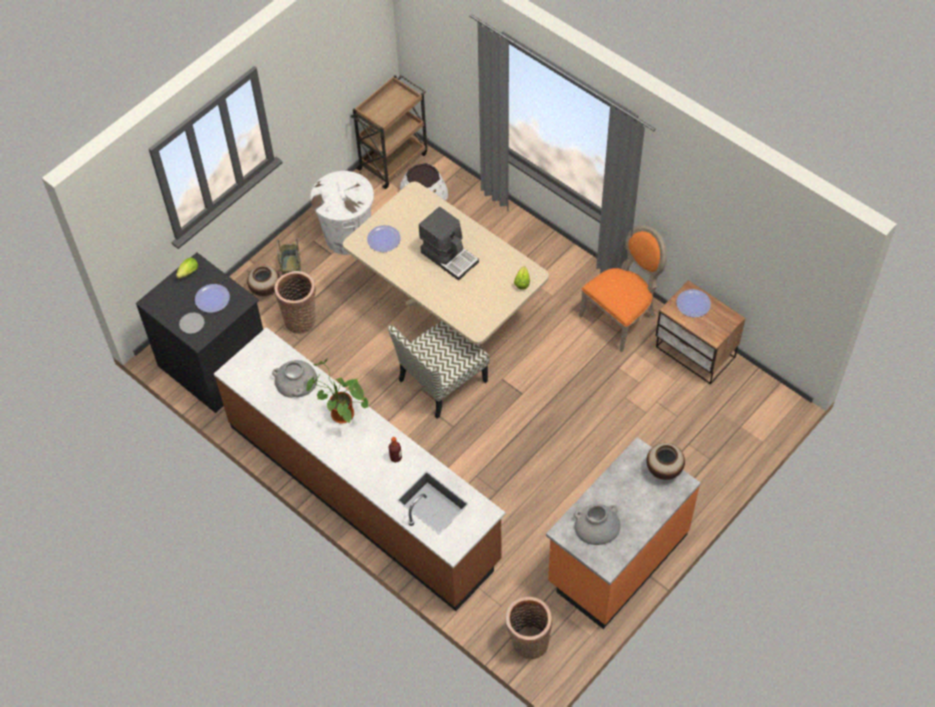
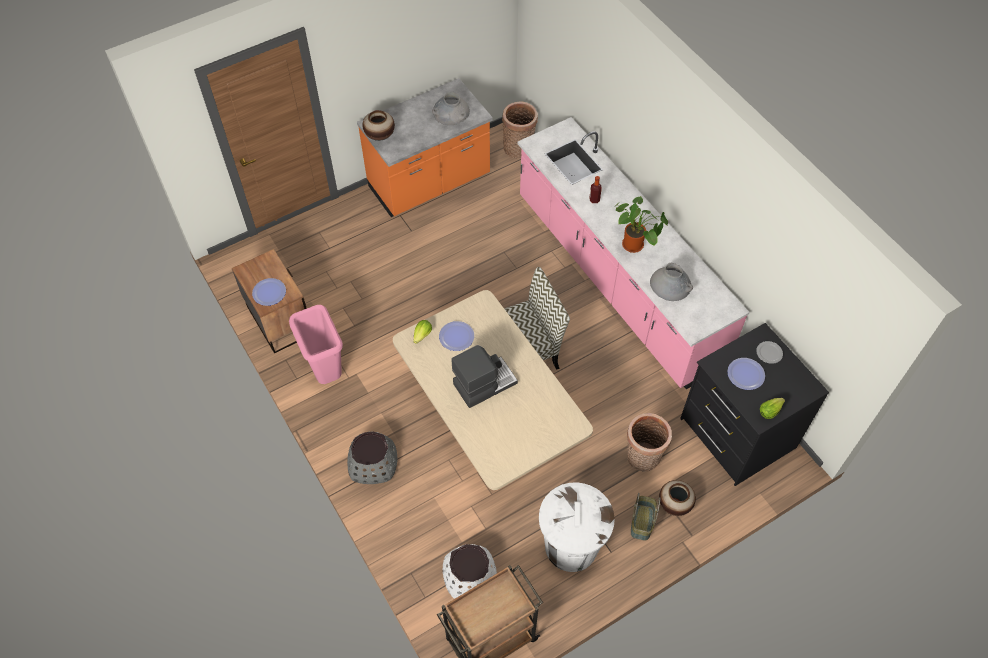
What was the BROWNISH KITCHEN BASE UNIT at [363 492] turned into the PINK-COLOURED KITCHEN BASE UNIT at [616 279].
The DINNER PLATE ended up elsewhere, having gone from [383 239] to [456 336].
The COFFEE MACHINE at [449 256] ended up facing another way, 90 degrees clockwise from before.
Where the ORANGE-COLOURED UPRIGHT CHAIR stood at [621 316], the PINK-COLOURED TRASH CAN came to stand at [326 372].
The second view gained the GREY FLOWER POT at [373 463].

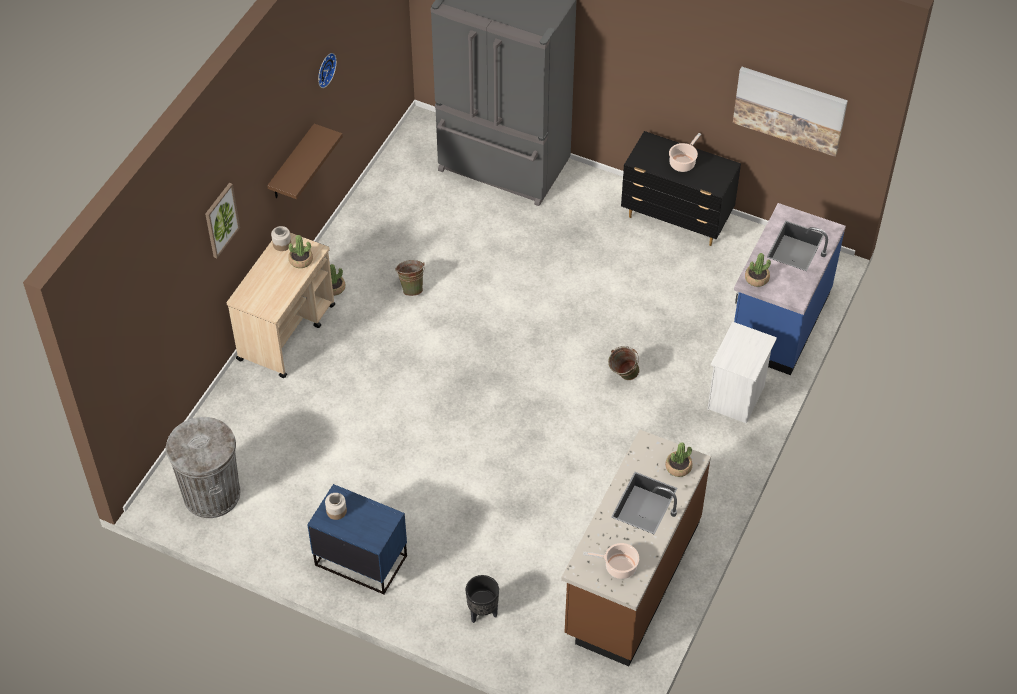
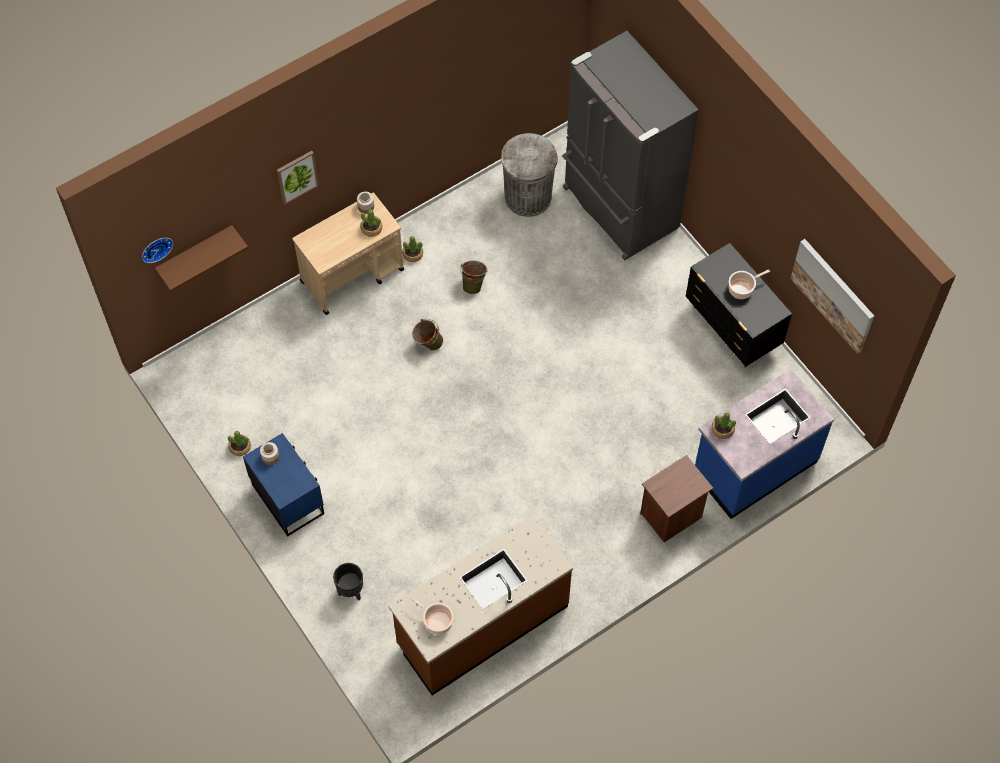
The GREY TRASH CAN ended up elsewhere, having gone from [212 494] to [528 197].
The BROWNISH SHELF ended up elsewhere, having gone from [292 163] to [195 253].
The WALL CLOCK ended up elsewhere, having gone from [324 69] to [156 248].
The GREEN-COLOURED WATER BUCKET ended up elsewhere, having gone from [623 377] to [427 344].
The POTTED PLANT ended up elsewhere, having gone from [678 467] to [240 447].
What was the WHITE NIGHTSTAND at [737 398] turned into the BROWNISH NIGHTSTAND at [672 516].

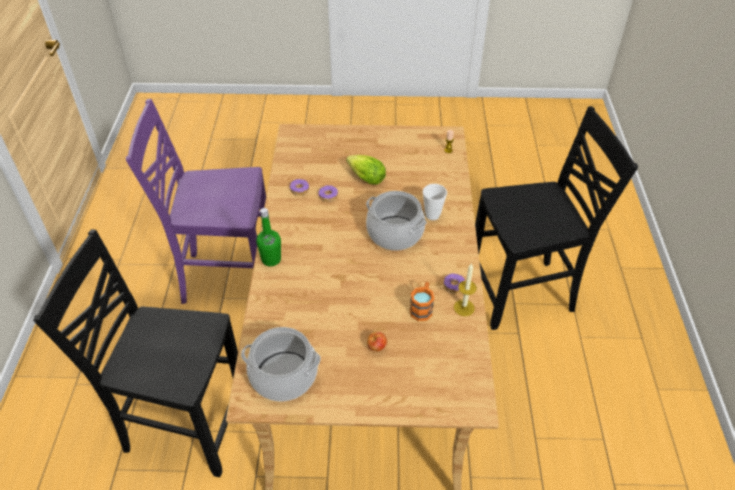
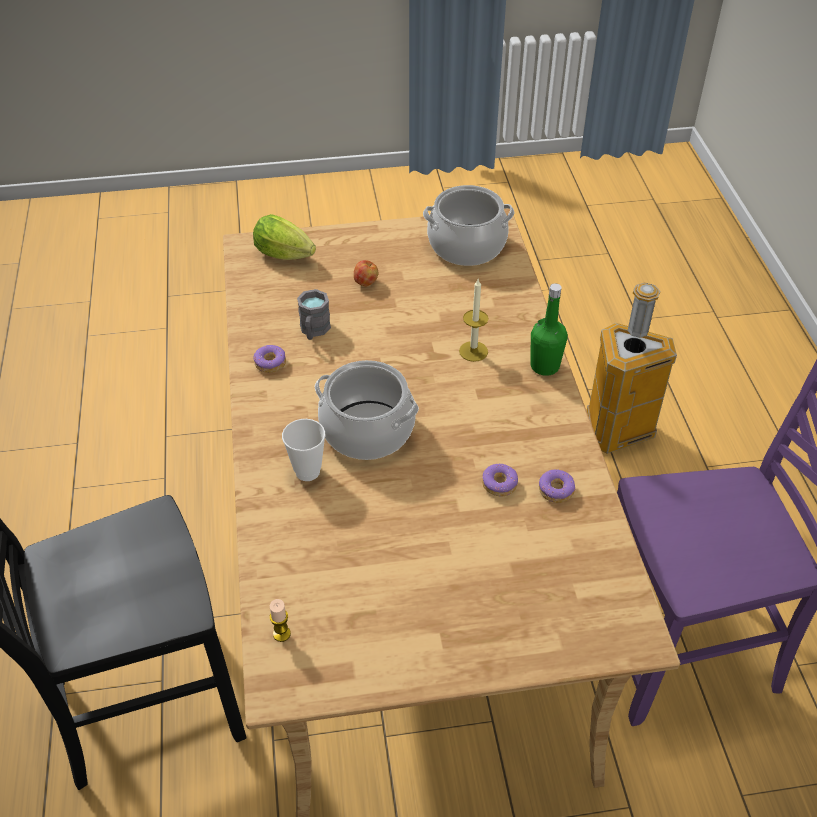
Where the BLACK-COLOURED UPRIGHT CHAIR stood at [184 424], the TRASH CAN came to stand at [618 431].
The HEAD OF LETTUCE ended up elsewhere, having gone from [364 178] to [287 256].
What was the ORANGE-COLOURED TEA MUG at [422 308] turned into the GREY TEA MUG at [314 331].
The CANDLE ended up elsewhere, having gone from [464 308] to [473 351].

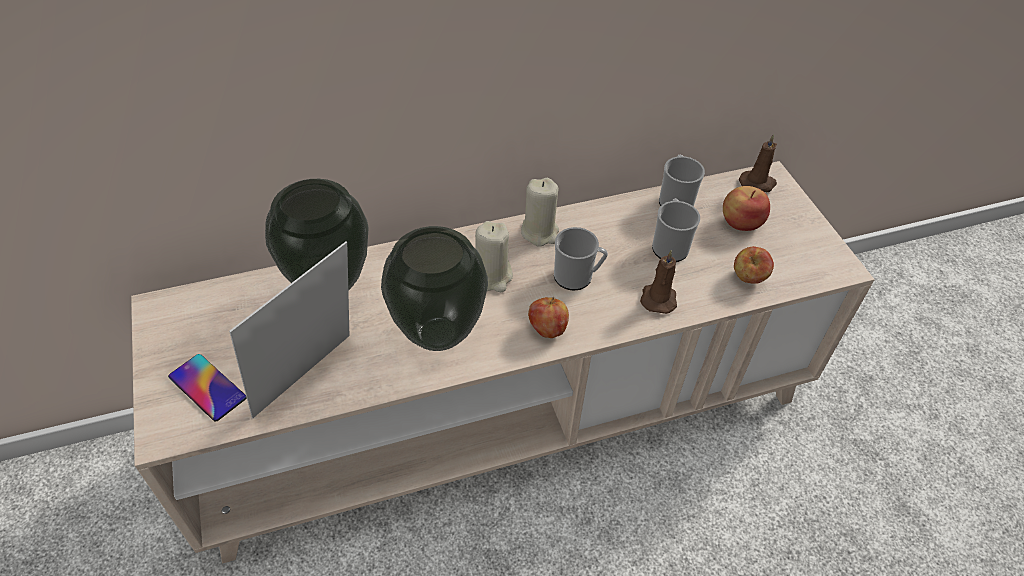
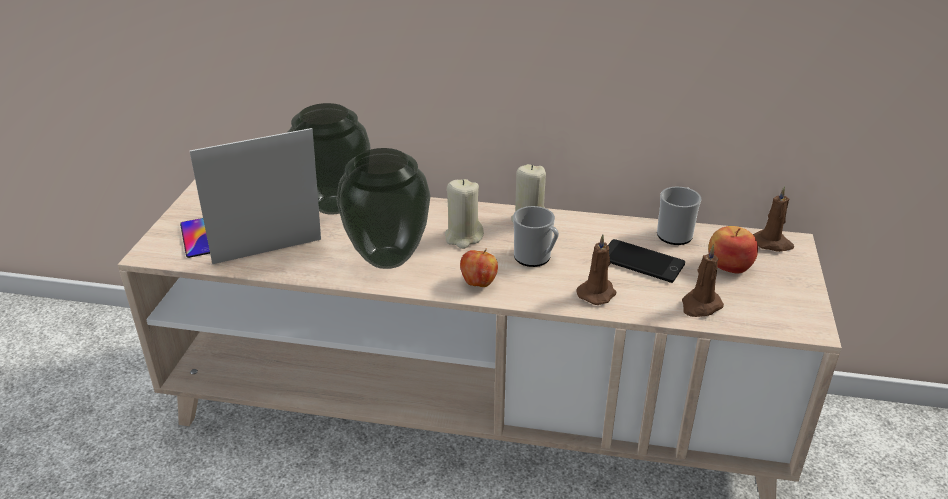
Where the TEA MUG stood at [669 245], the TELEPHONE came to stand at [641 262].
Where the APPLE stood at [748 278], the BROWNISH CANDLE came to stand at [700 306].

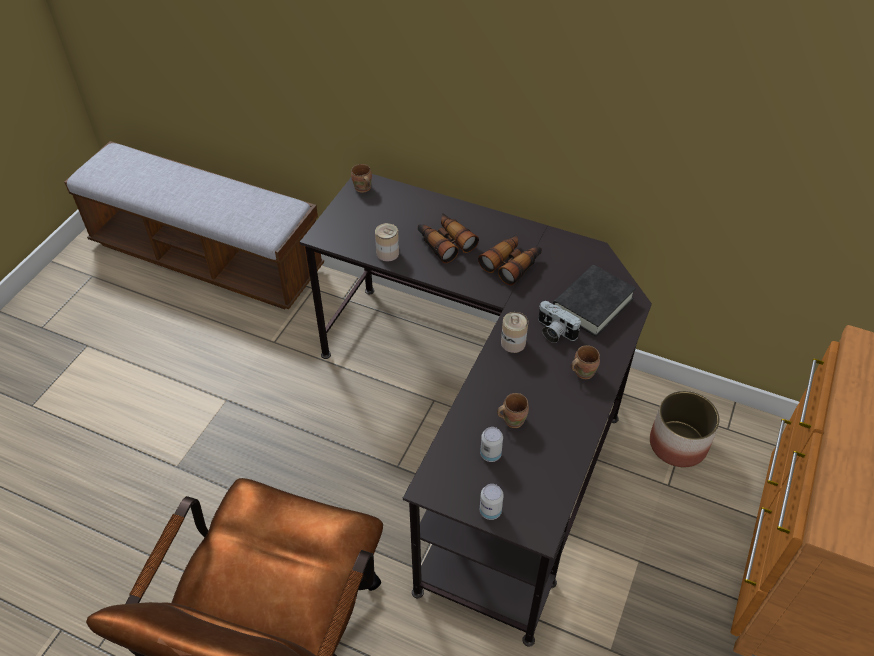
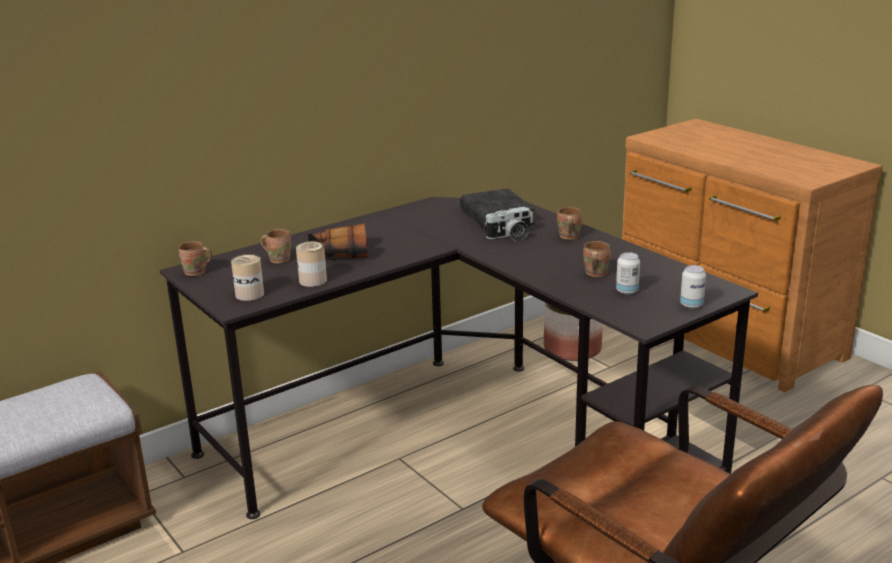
The second view lost the PAIR OF BINOCULARS at [512 263].
The SEALED CAN ended up elsewhere, having gone from [513 343] to [249 294].
The second view gained the BROWNISH TEA MUG at [279 259].

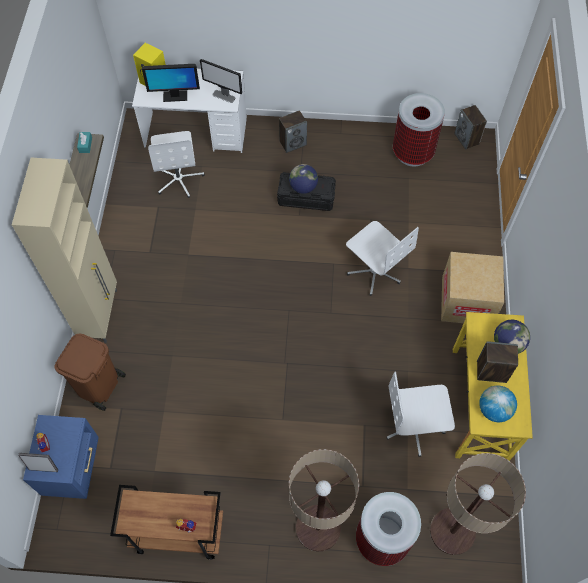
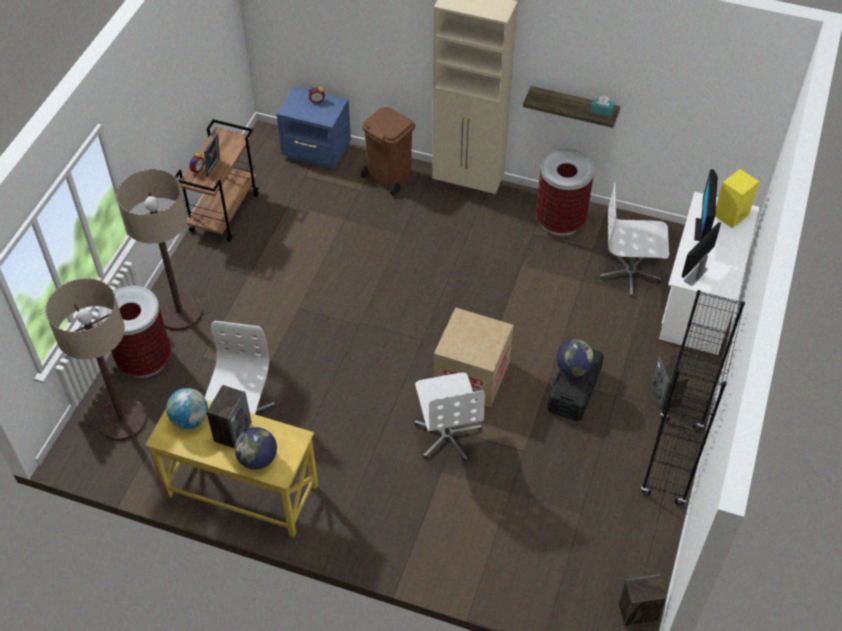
The STANDING FRAME ended up elsewhere, having gone from [44 468] to [214 168].
The WHITE DESK CHAIR at [374 271] ended up facing another way, 75 degrees counterclockwise from before.
The TRASH CAN ended up elsewhere, having gone from [412 152] to [560 221].
The CARTON ended up elsewhere, having gone from [466 301] to [471 375].
The second view gained the BLACK-COLOURED BOOKSHELF at [671 461].

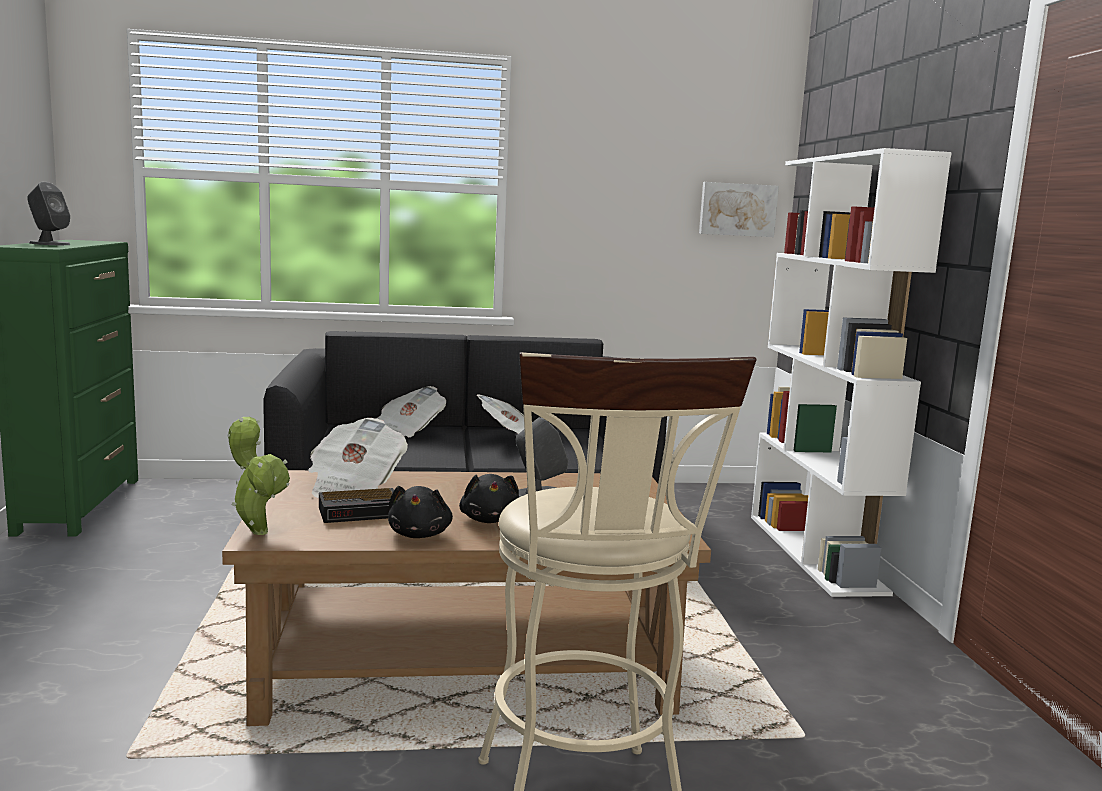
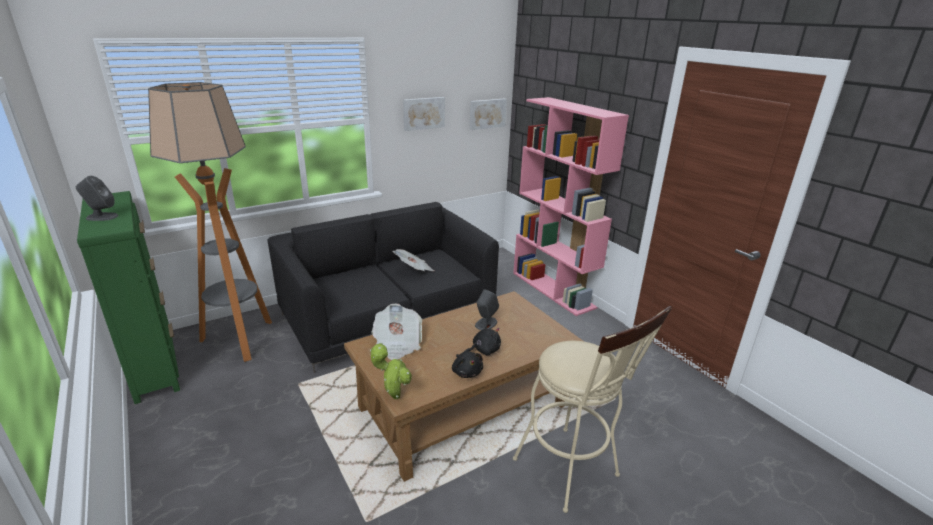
The second view lost the TABLE CLOCK at [361 512].
The second view lost the PRINTED PAPER at [406 432].
The BLACK-COLOURED PLUSH TOY at [489 519] ended up facing another way, 75 degrees counterclockwise from before.
What was the WHITE BOOKSHELF at [815 553] turned into the PINK-COLOURED BOOKSHELF at [553 290].
The second view gained the STANDARD LAMP at [240 340].
The second view gained the PICTURE at [423 113].

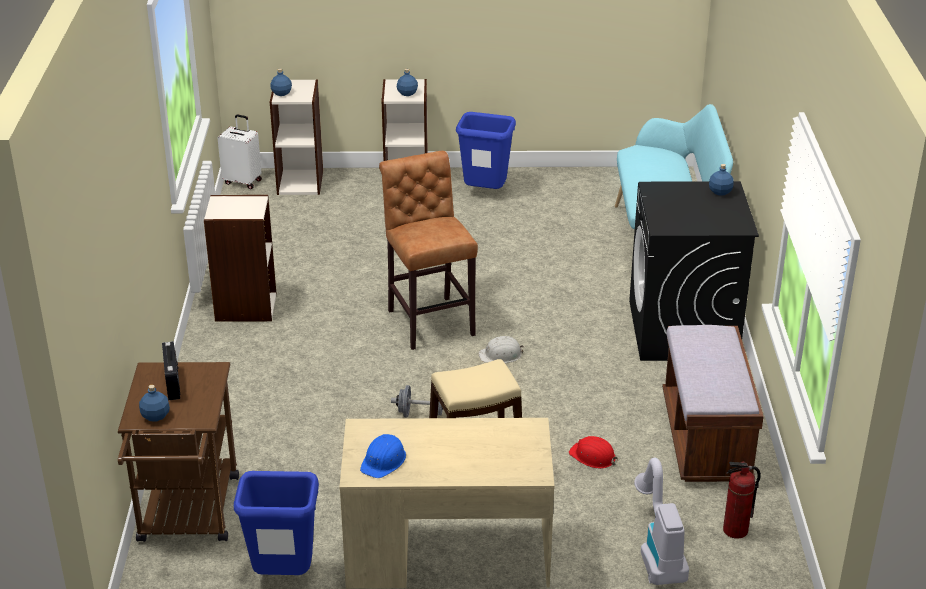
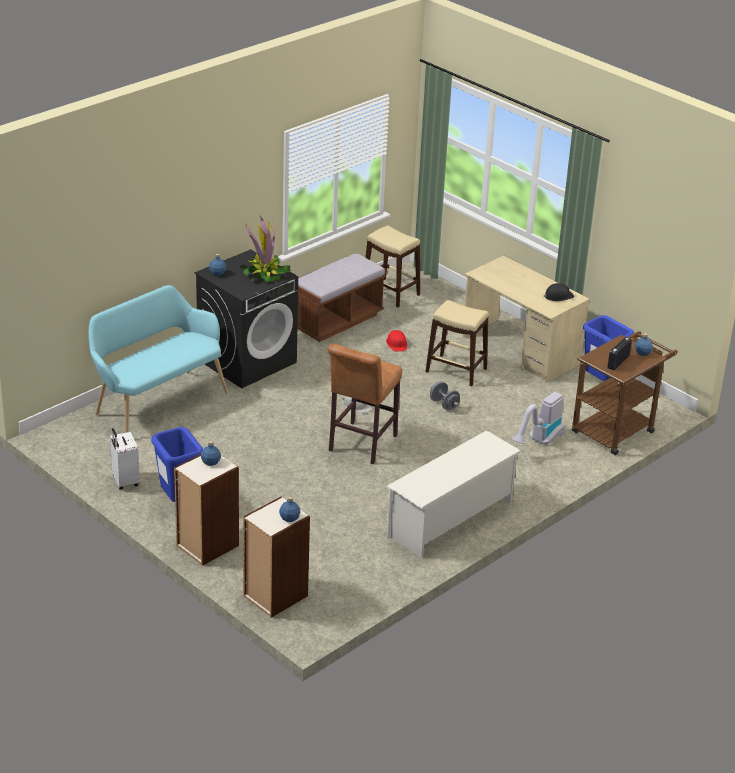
Where the BOOKSHELF stood at [245 307], the WHITE SHOE RACK came to stand at [450 519].
The WHITE SUITCASE ended up elsewhere, having gone from [243 181] to [124 481].
What was the BLUE-COLOURED HARD HAT at [384 461] turned into the BLACK-COLOURED HARD HAT at [558 296].
The VACUUM ended up elsewhere, having gone from [657 552] to [538 442].
Where the FIRE-FIGHTING CYLINDER stood at [735 531], the BEIGE-COLOURED STOOL came to stand at [391 292].
The second view gained the POTTED PLANT at [264 273].

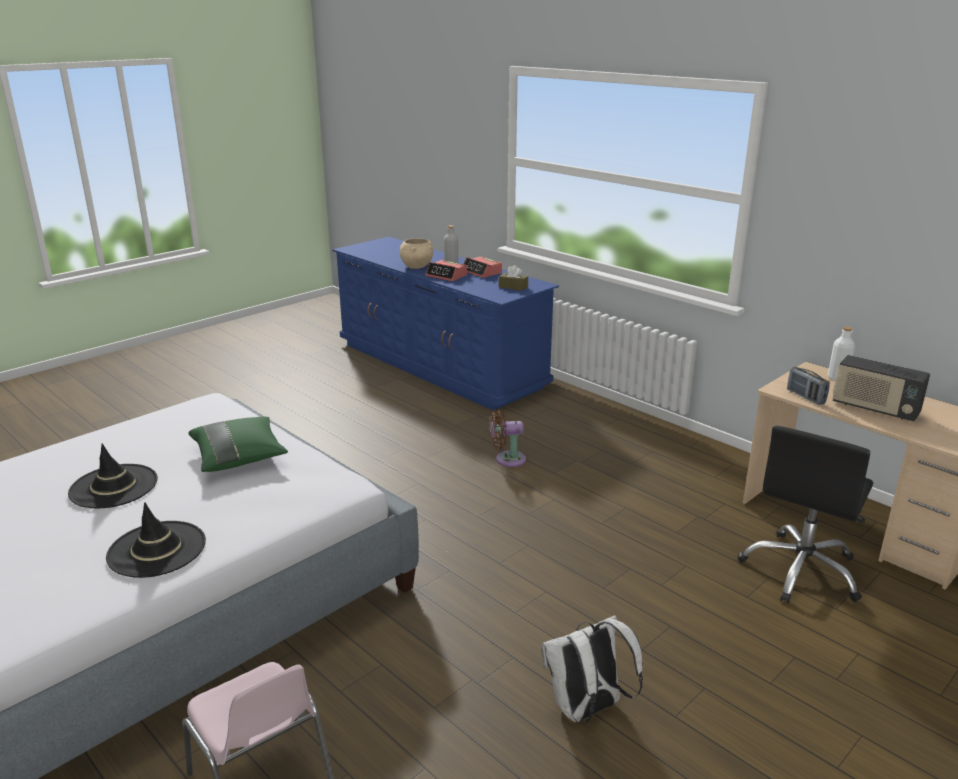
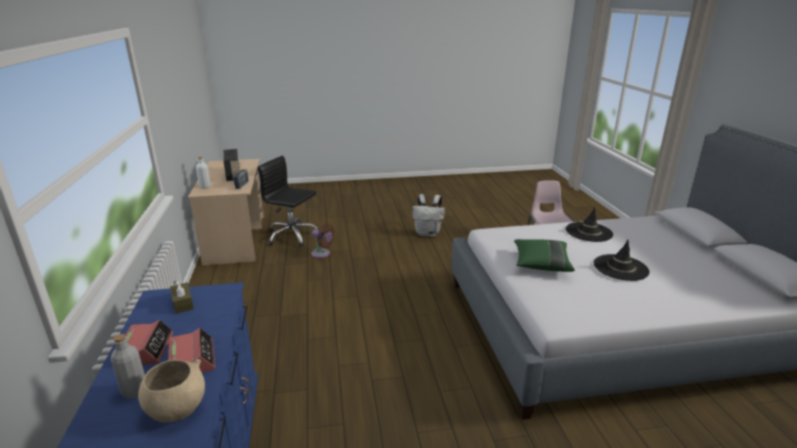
The BROWNISH FAN ended up elsewhere, having gone from [507 459] to [322 254].
The BLACK-COLOURED DESK CHAIR at [801 570] ended up facing another way, 135 degrees counterclockwise from before.

